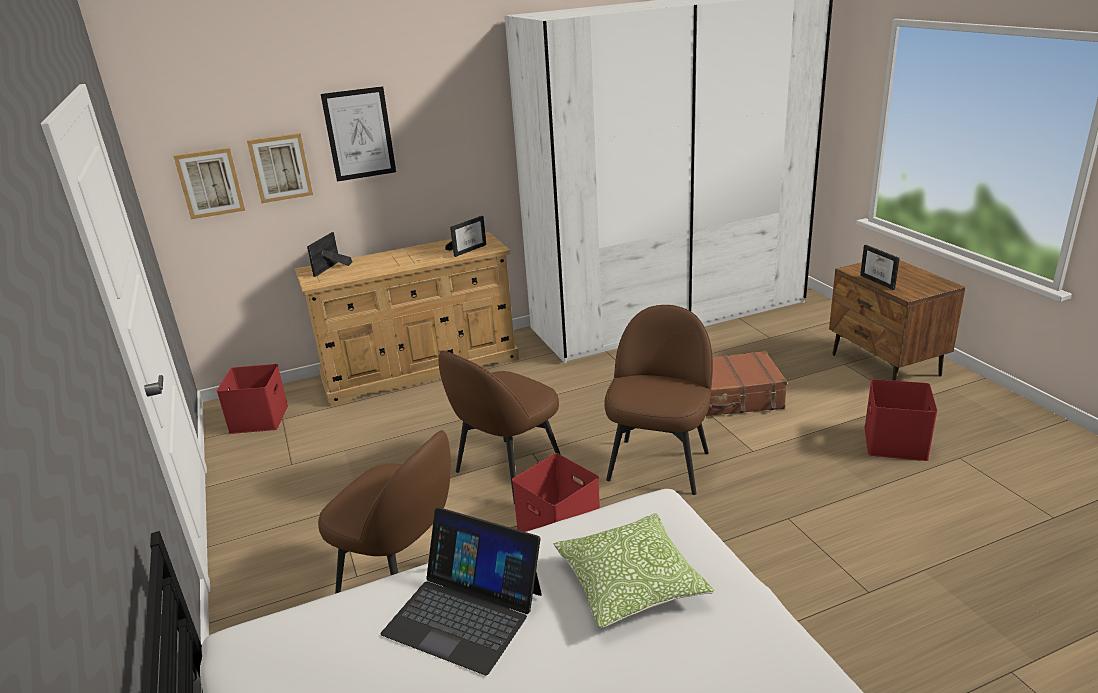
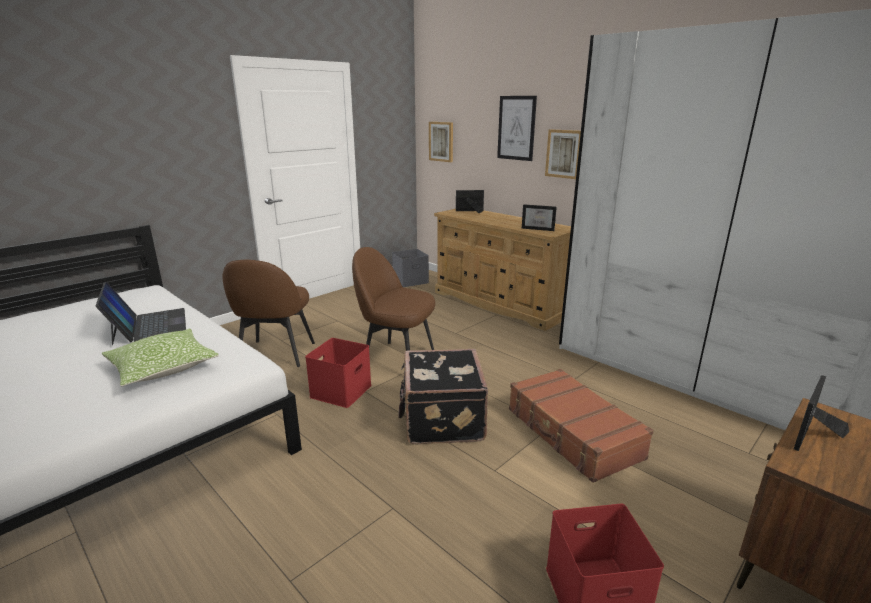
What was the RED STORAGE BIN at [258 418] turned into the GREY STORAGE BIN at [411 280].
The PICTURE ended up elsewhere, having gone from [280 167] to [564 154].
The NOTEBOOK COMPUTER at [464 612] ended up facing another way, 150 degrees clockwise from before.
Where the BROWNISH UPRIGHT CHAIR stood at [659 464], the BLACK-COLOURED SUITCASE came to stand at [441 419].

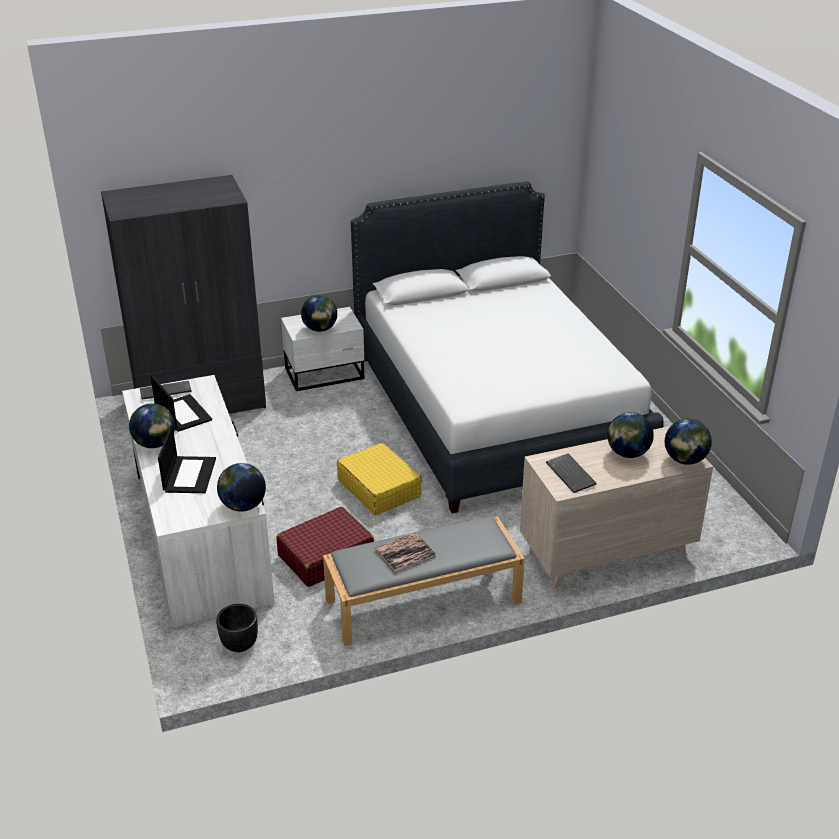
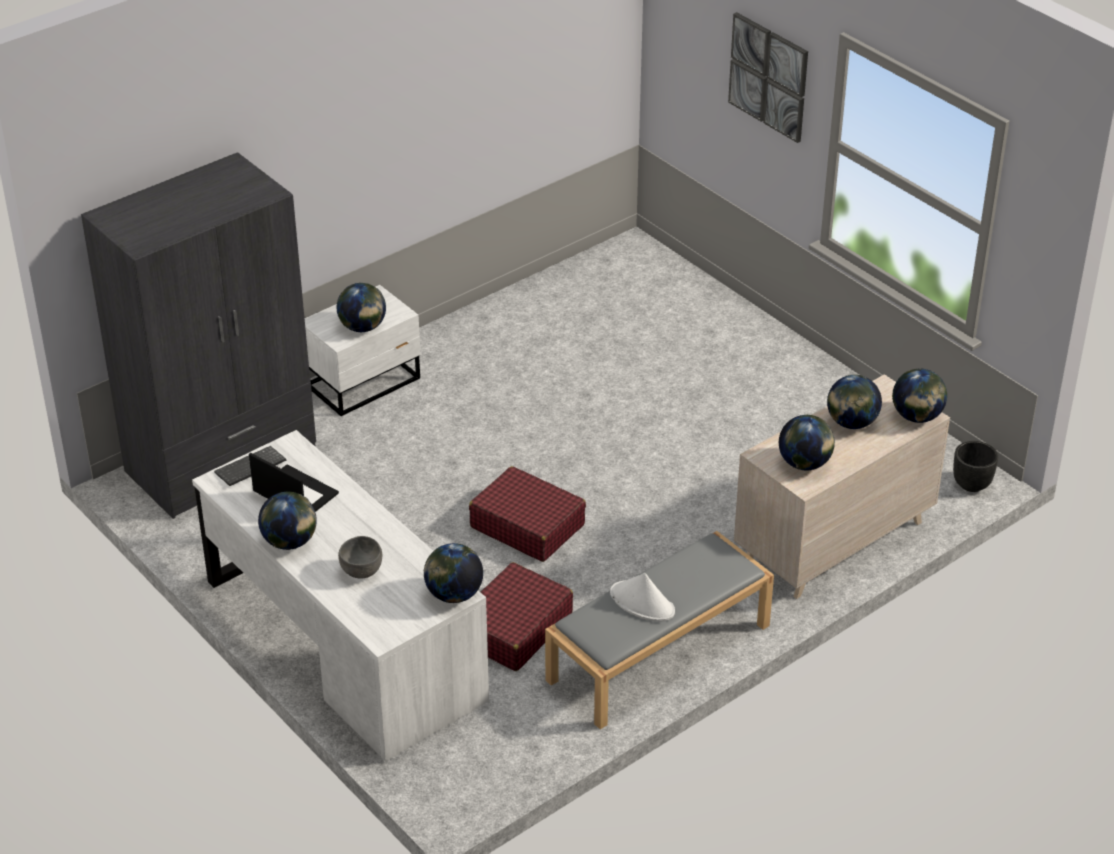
Where the NOTEBOOK COMPUTER stood at [189 474], the GREY BOWL came to stand at [361 571].
The BLACK-COLOURED FLOWER POT ended up elsewhere, having gone from [239 644] to [971 484].
What was the YELLOW-COLOURED SUITCASE at [379 488] turned into the RED SUITCASE at [527 526].
The second view lost the WHITE BED at [495 409].
Where the VOLUME stood at [405 553], the WHITE CLOTHING HAT came to stand at [642 602].
Where the KEYBOARD stood at [572 474], the WORLD GLOBE came to stand at [804 464].
The second view gained the PICTURE at [768 76].

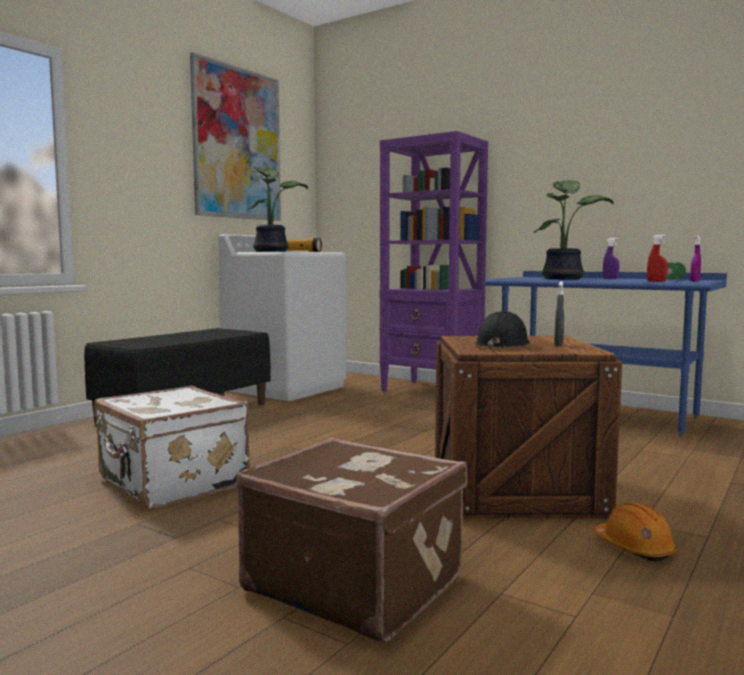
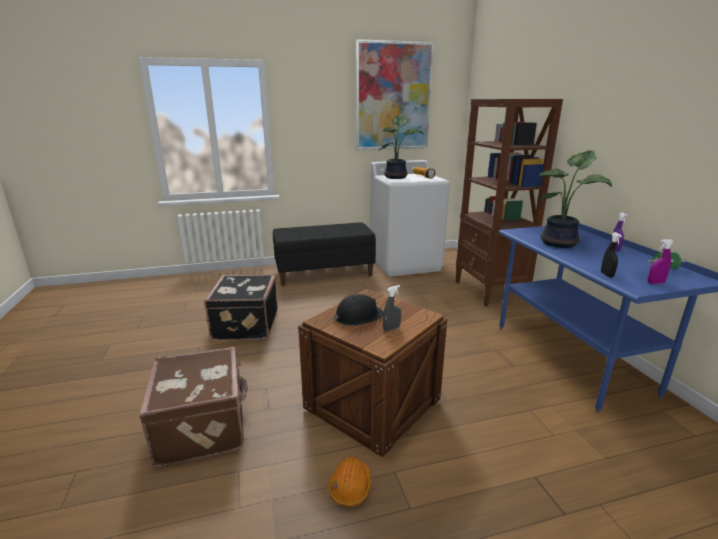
What was the WHITE SUITCASE at [171 483] turned into the BLACK-COLOURED SUITCASE at [244 325].
What was the PURPLE-COLOURED BOOKSHELF at [432 391] turned into the BROWNISH BOOKSHELF at [490 291].
What was the RED HAND SPRAYER at [656 281] turned into the BLACK-COLOURED HAND SPRAYER at [607 275].

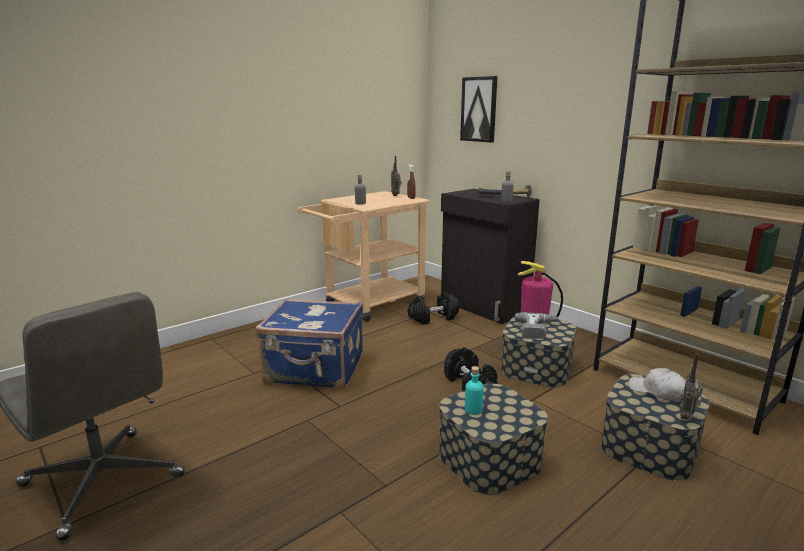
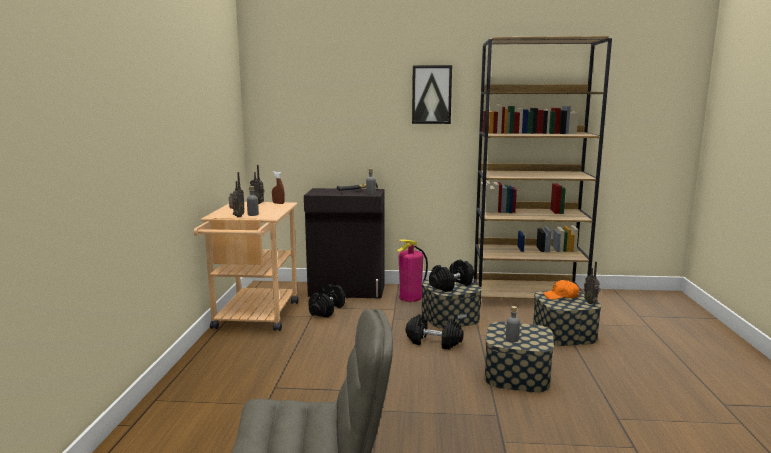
The second view lost the BLUE-COLOURED SUITCASE at [315 370].
The PICTURE ended up elsewhere, having gone from [479 109] to [431 94].
What was the TURQUOISE BEVERAGE BOTTLE at [473 410] turned into the GREY BEVERAGE BOTTLE at [512 339].
Where the POWER DRILL stood at [538 330], the BLACK-COLOURED FREE WEIGHT came to stand at [451 286].
What was the WHITE CAP at [657 392] turned into the ORANGE-COLOURED CAP at [561 296].
The second view gained the RADIO at [237 217].

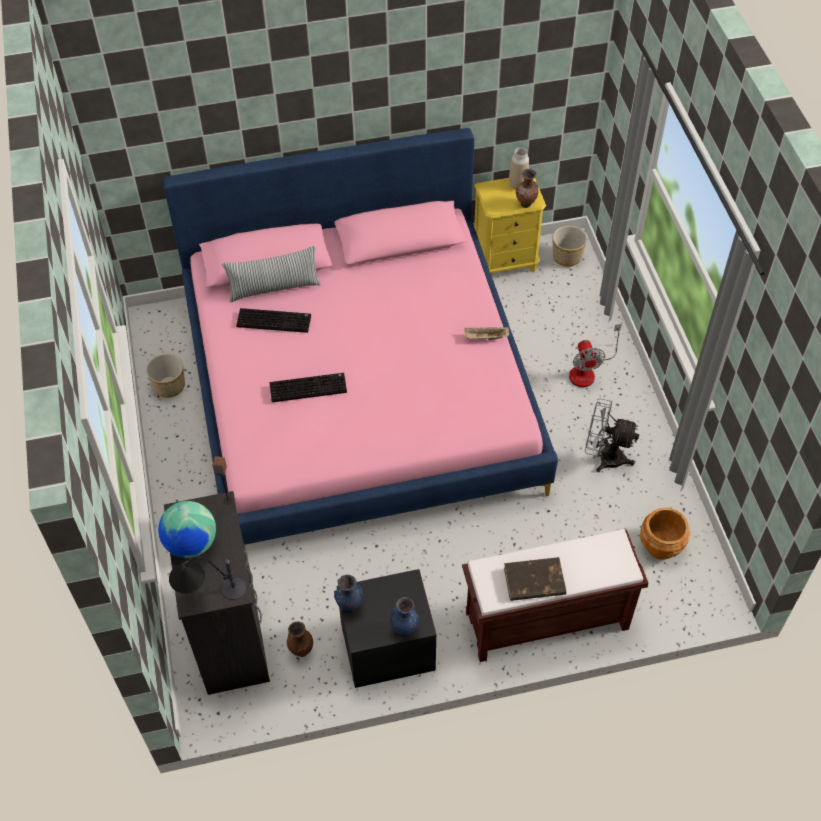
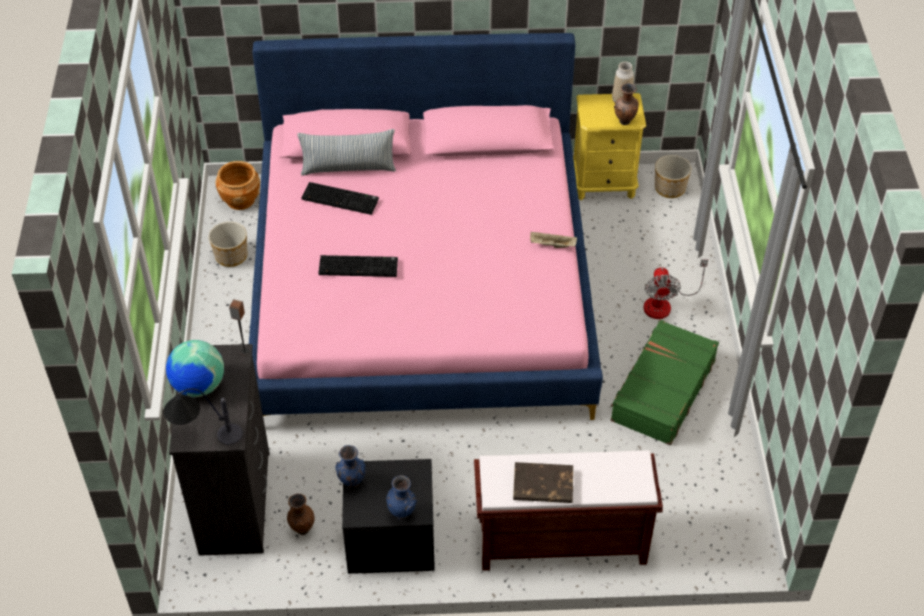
Where the GREY FAN stood at [604 457], the GREEN-COLOURED SUITCASE came to stand at [662 391].
The BROWNISH FLOWER POT ended up elsewhere, having gone from [661 545] to [240 200].

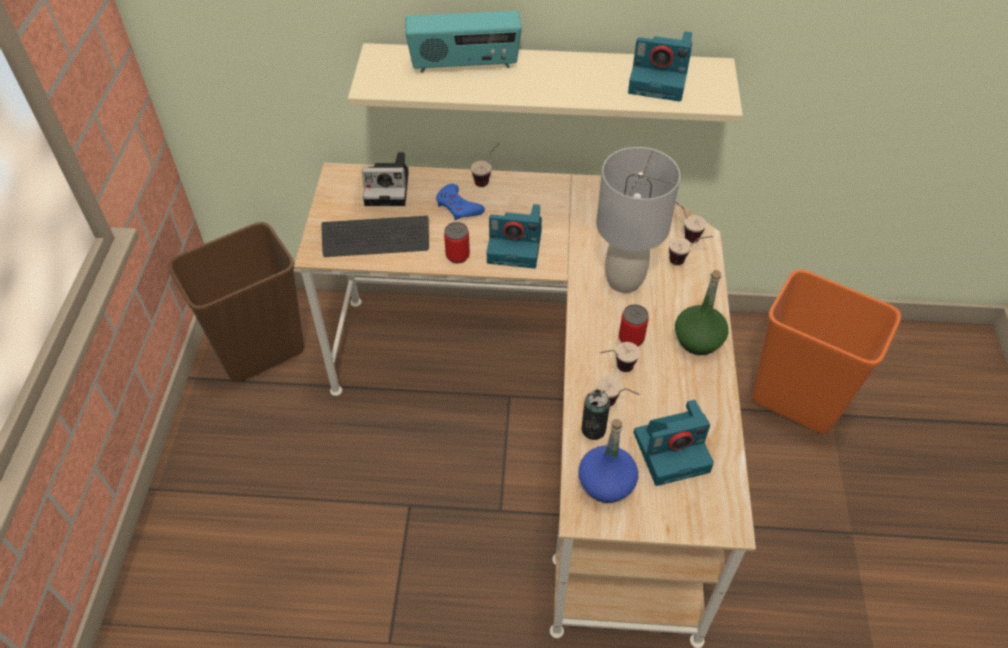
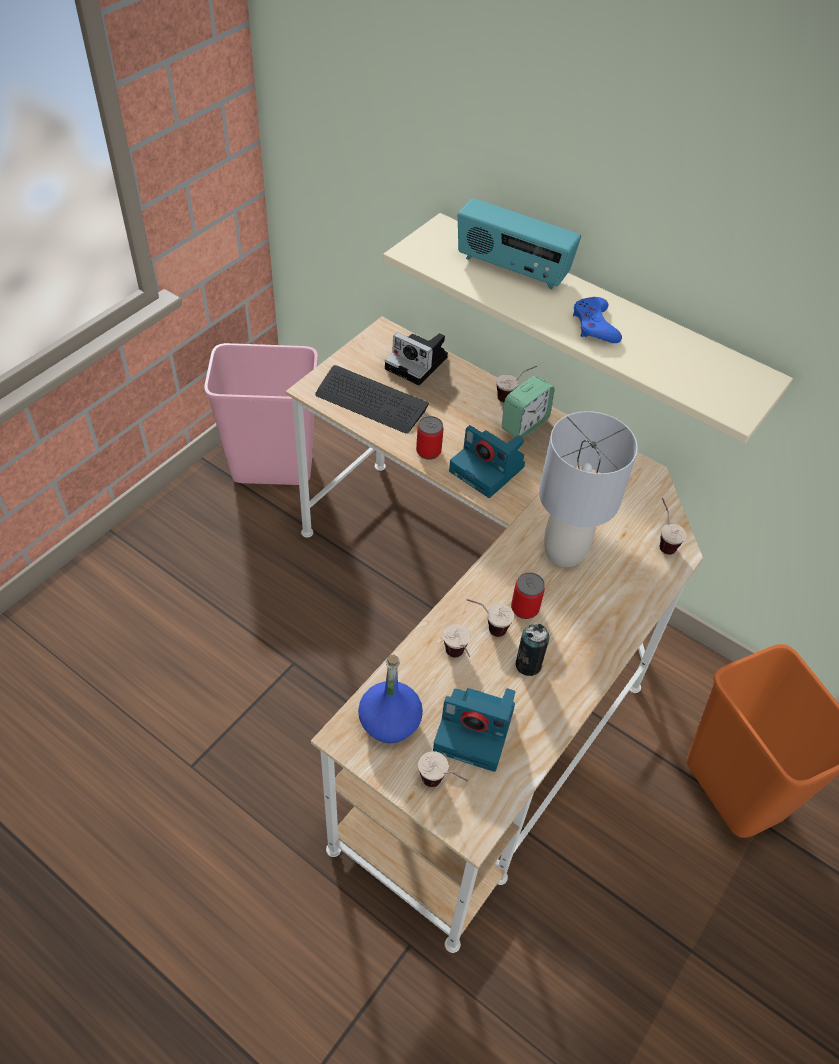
What was the BROWNISH TRASH CAN at [261 350] turned into the PINK-COLOURED TRASH CAN at [273 466].
The BLUE-COLOURED GAMEPAD ended up elsewhere, having gone from [458 207] to [594 325].
The SEALED CAN ended up elsewhere, having gone from [593 429] to [528 664].
The second view lost the STILL CAMERA at [660 80].
The CUP ended up elsewhere, having gone from [686 260] to [441 785].
The second view lost the GREEN-COLOURED BEVERAGE BOTTLE at [698 340].
The second view gained the TABLE CLOCK at [524 424].

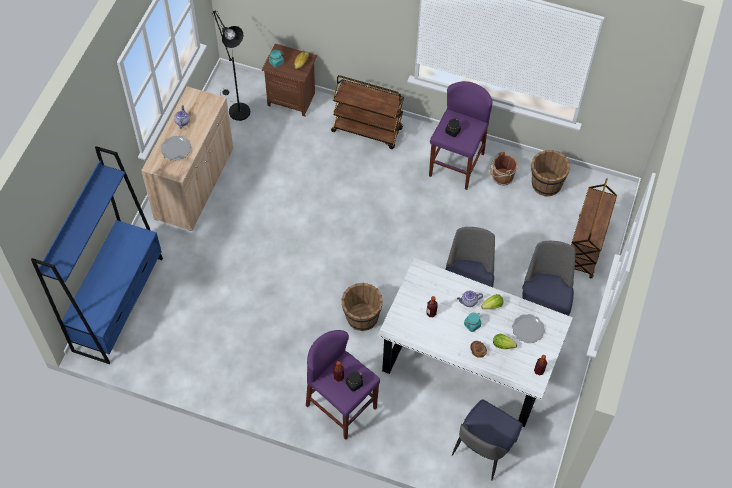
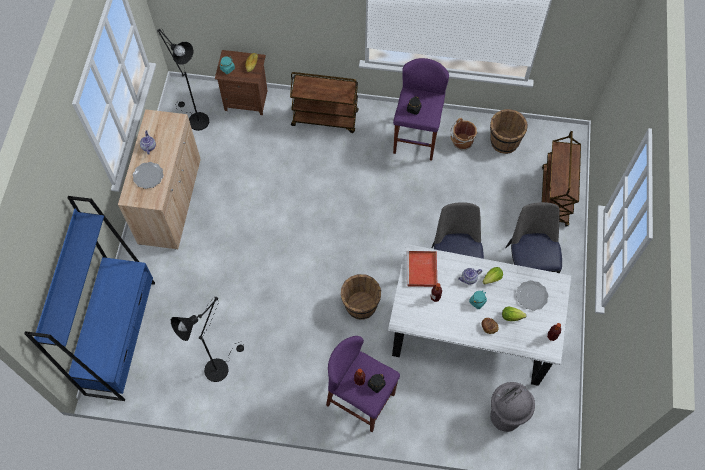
Where the UPRIGHT CHAIR stood at [483 450], the GREY TRASH CAN came to stand at [504 416].
The second view gained the BLACK-COLOURED STANDARD LAMP at [219 366].
The second view gained the RED TRAY at [422 270].

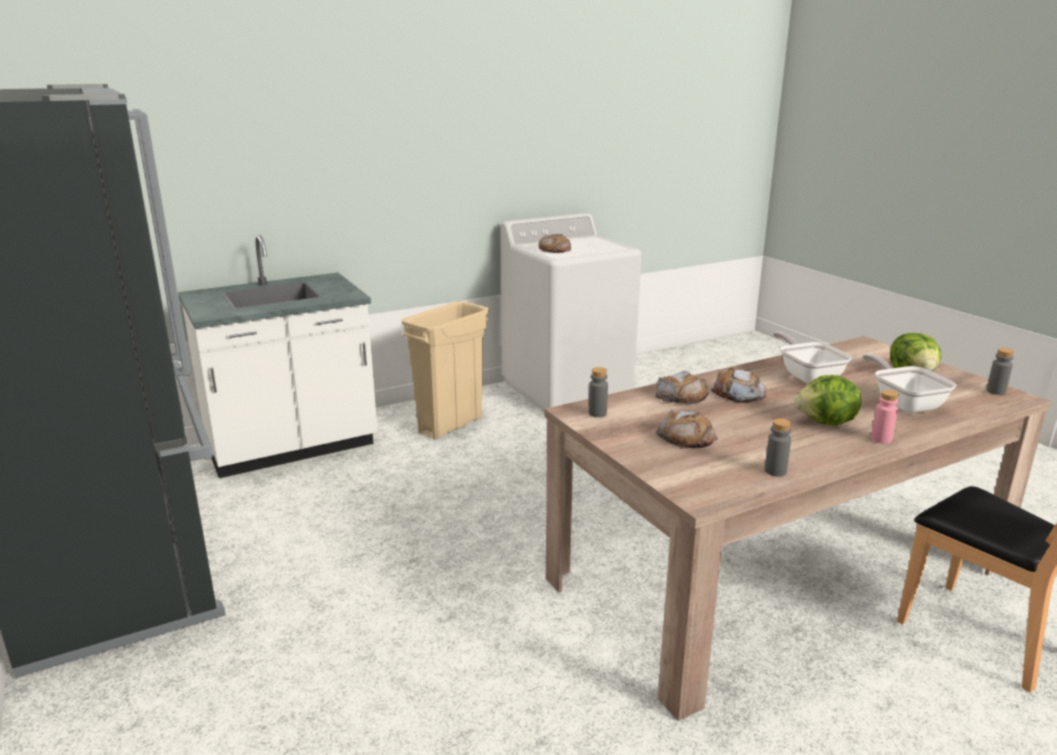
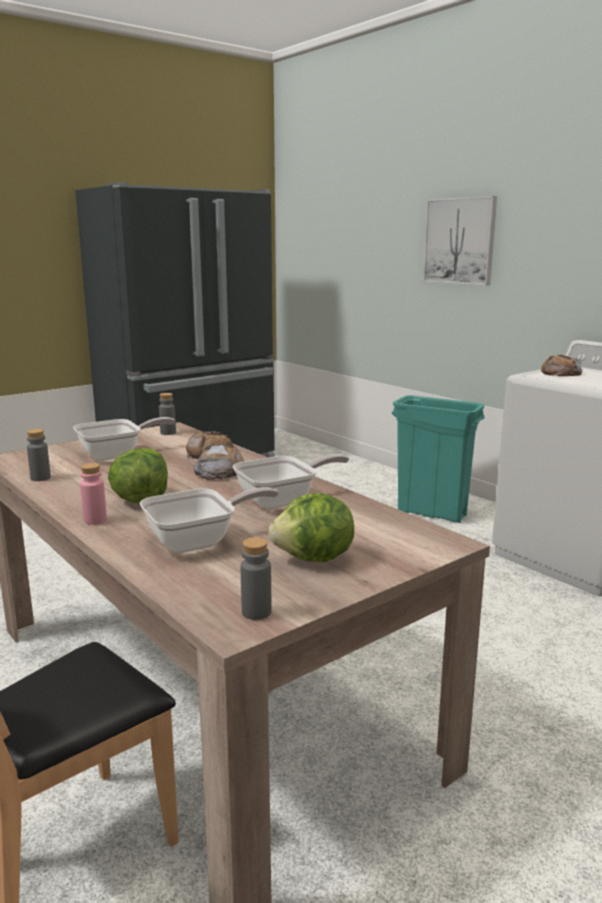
The second view lost the WHITE KITCHEN BASE UNIT at [292 448].
What was the BEIGE-COLOURED TRASH CAN at [451 425] turned into the TURQUOISE TRASH CAN at [432 513].
Where the BAKED BREAD stood at [686 437], the SKILLET came to stand at [117 455].
The second view gained the PICTURE at [459 241].

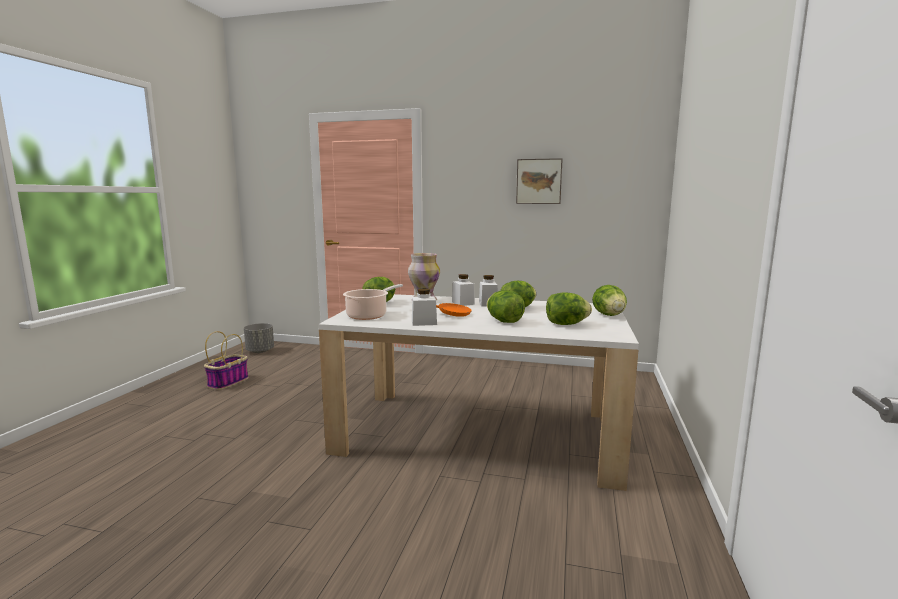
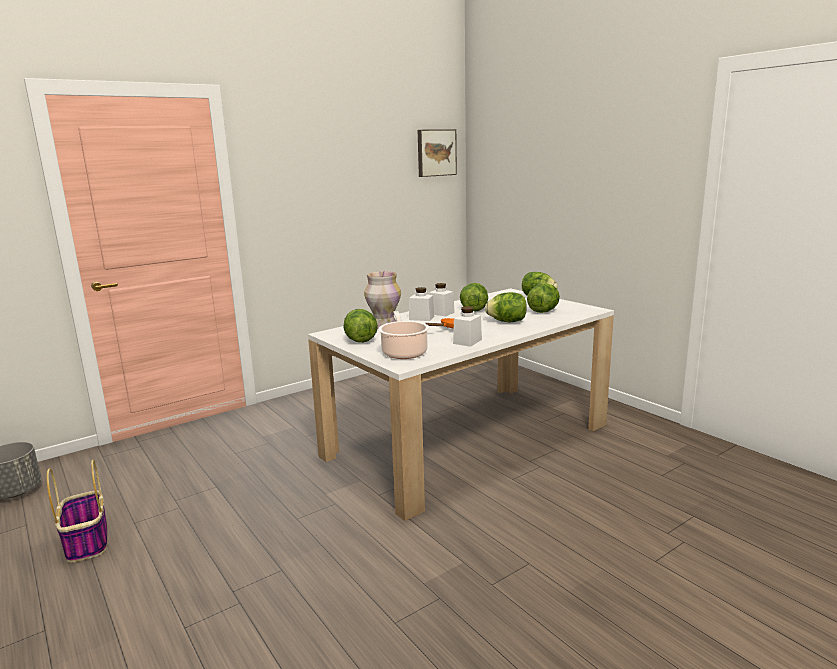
The PICTURE ended up elsewhere, having gone from [539 181] to [436 153].

